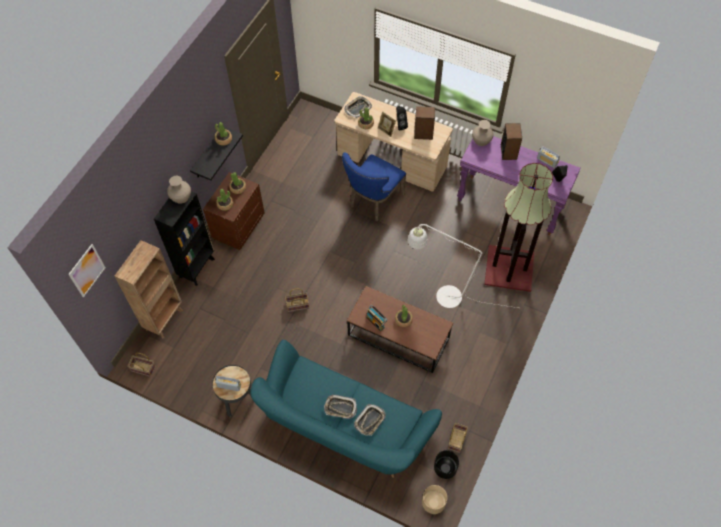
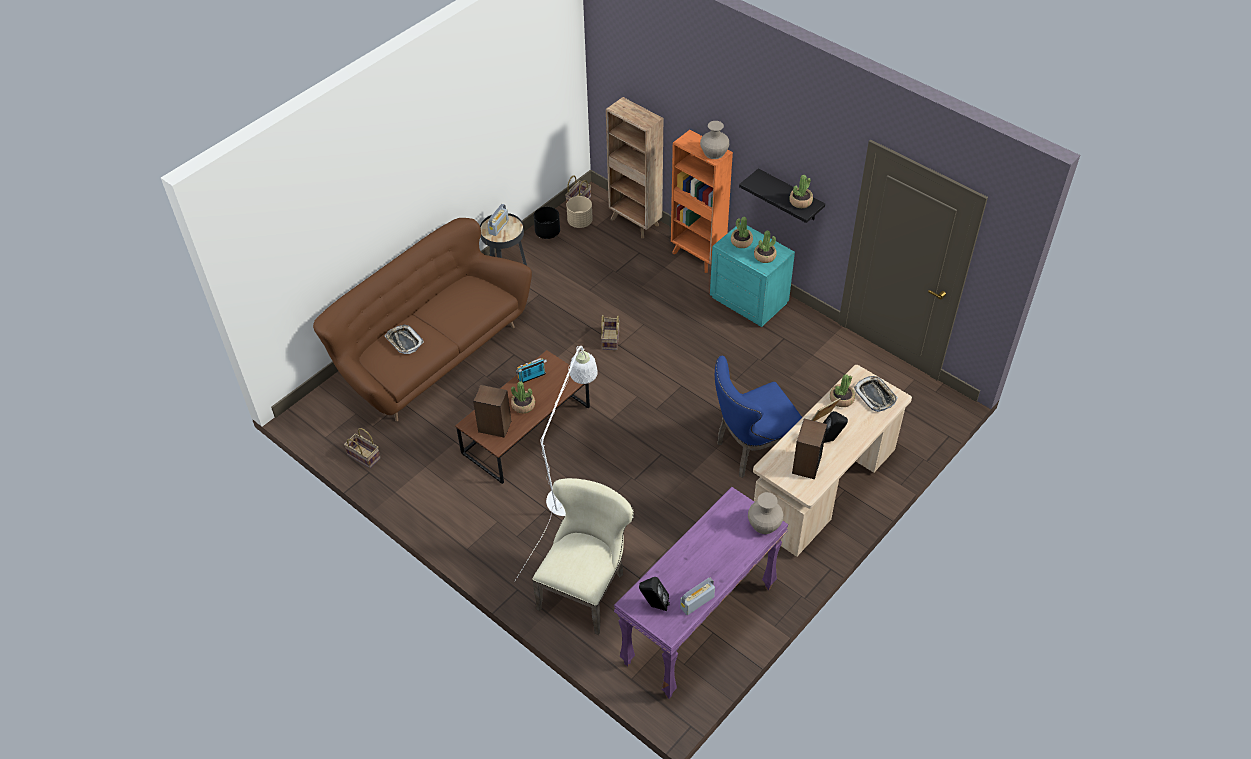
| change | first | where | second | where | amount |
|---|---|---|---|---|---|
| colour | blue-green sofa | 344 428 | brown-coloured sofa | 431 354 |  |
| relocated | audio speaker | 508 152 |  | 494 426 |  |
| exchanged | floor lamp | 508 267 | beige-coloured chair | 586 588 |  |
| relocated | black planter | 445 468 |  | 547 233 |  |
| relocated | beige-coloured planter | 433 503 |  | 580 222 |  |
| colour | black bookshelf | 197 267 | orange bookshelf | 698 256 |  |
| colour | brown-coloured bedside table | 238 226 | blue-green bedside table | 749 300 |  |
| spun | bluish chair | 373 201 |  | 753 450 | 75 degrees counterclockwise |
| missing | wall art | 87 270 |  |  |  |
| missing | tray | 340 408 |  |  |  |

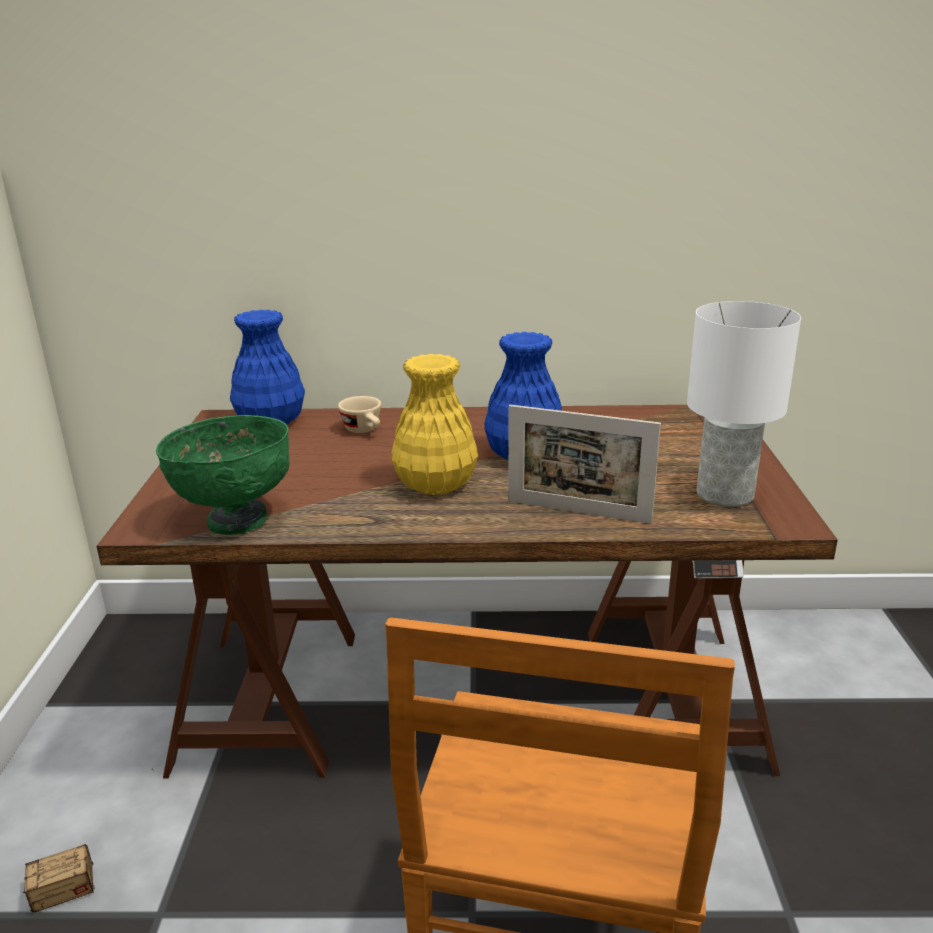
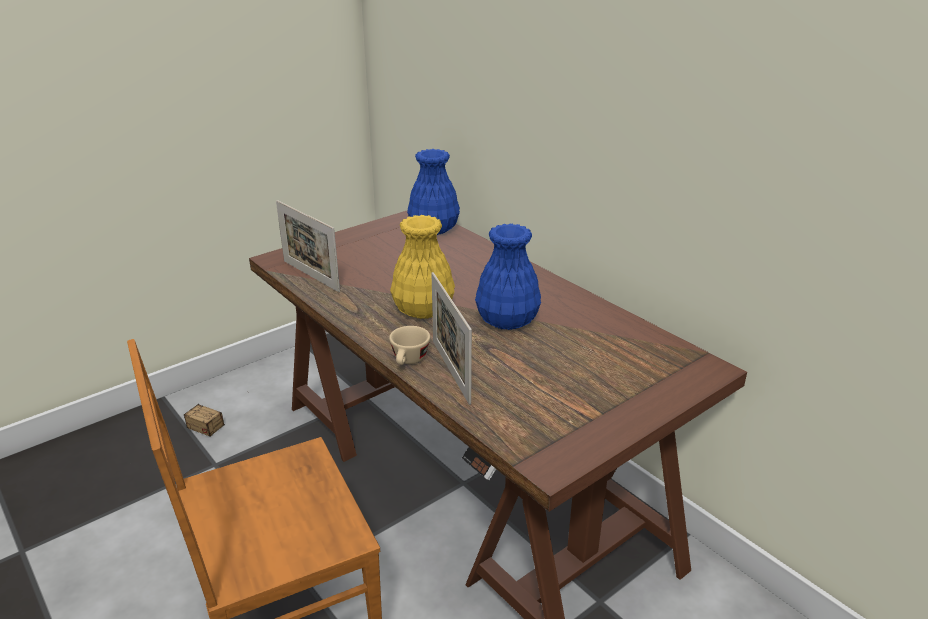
| change | first | where | second | where | amount |
|---|---|---|---|---|---|
| exchanged | green serving bowl | 236 519 | picture frame | 311 276 |  |
| relocated | beige-coloured small cup | 365 430 |  | 409 361 |  |
| missing | white tabletop lamp | 724 495 |  |  |  |

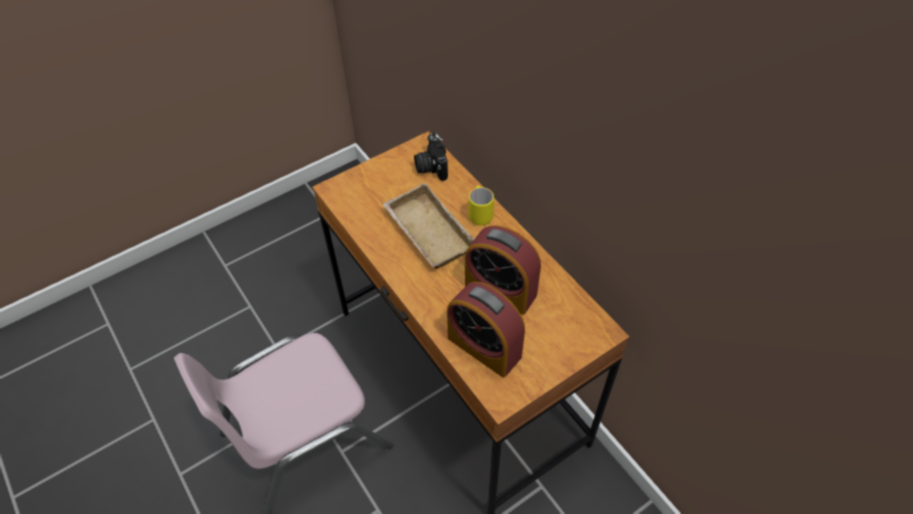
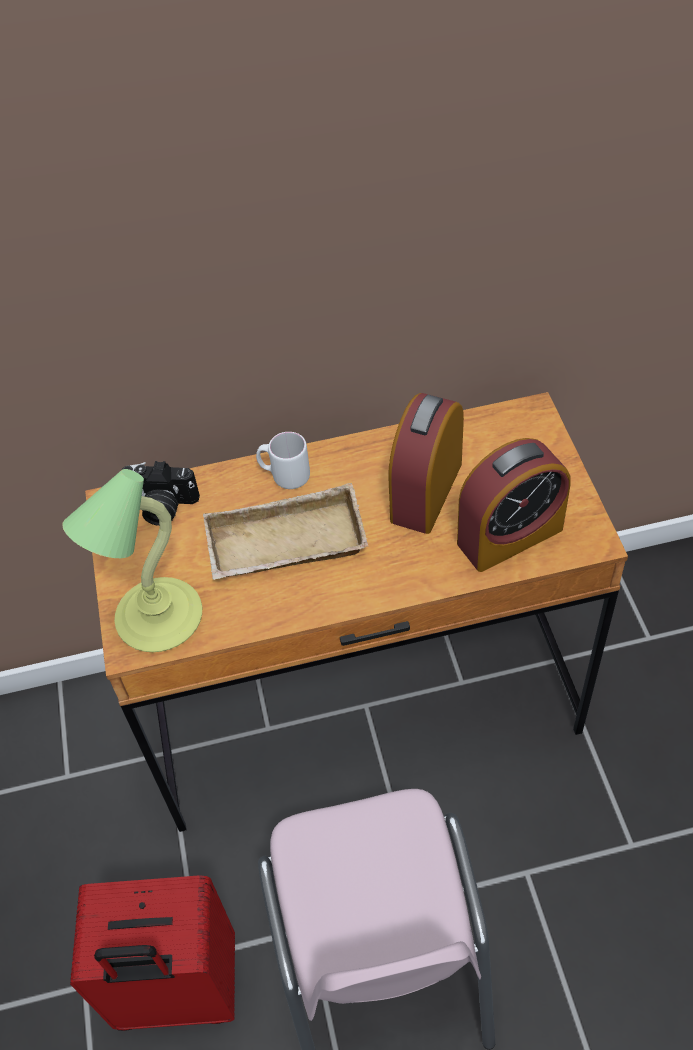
| change | first | where | second | where | amount |
|---|---|---|---|---|---|
| appeared |  |  | tabletop lamp | 155 618 |  |
| appeared |  |  | red-coloured suitcase | 177 991 |  |
| colour | yellow-coloured mug | 479 213 | white mug | 284 476 |  |
| spun | alarm clock | 500 290 |  | 426 492 | 150 degrees clockwise |

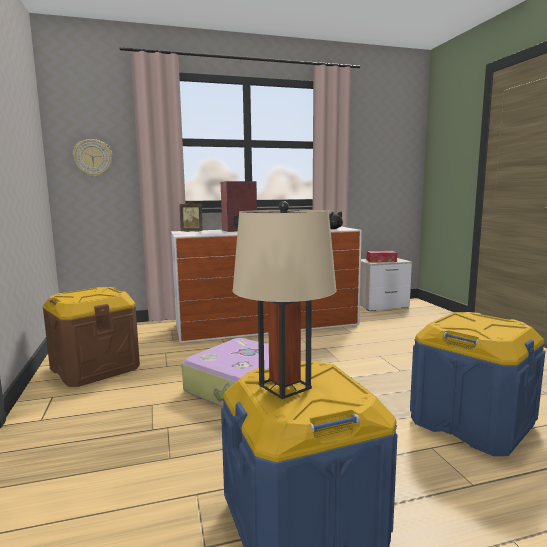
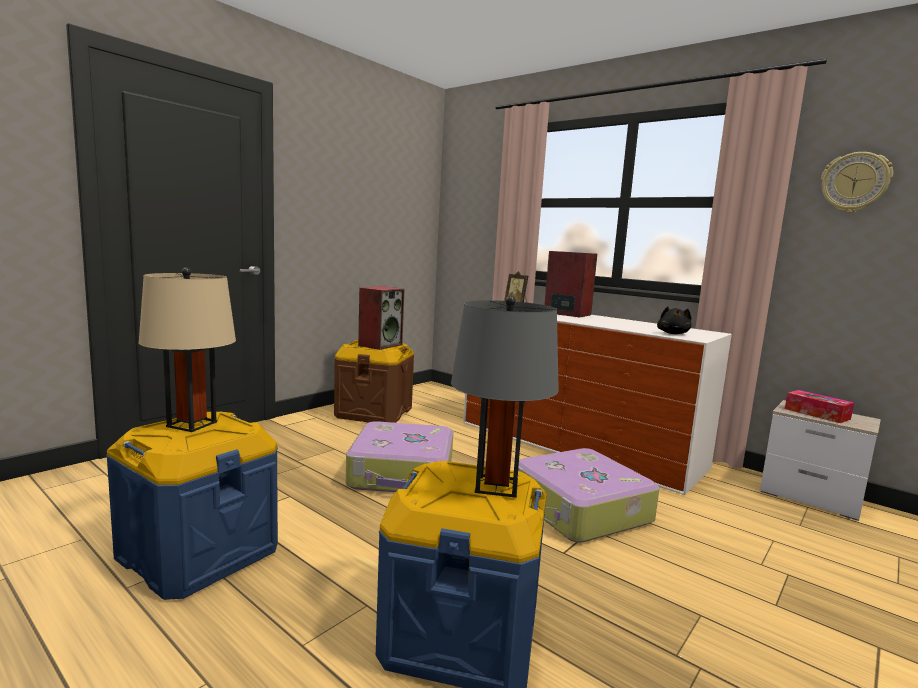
| change | first | where | second | where | amount |
|---|---|---|---|---|---|
| appeared |  |  | audio speaker | 380 345 |  |
| appeared |  |  | greyish tabletop lamp | 496 486 |  |
| appeared |  |  | suitcase | 579 510 |  |
| relocated | clock on the wall | 93 158 |  | 854 182 |  |

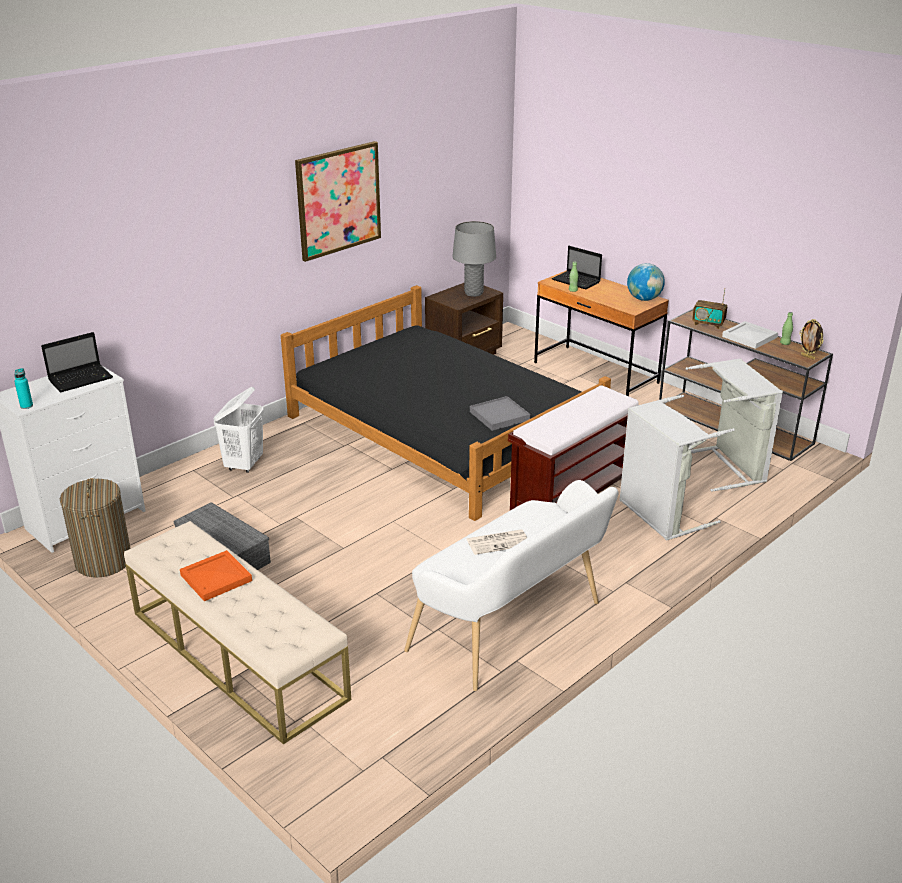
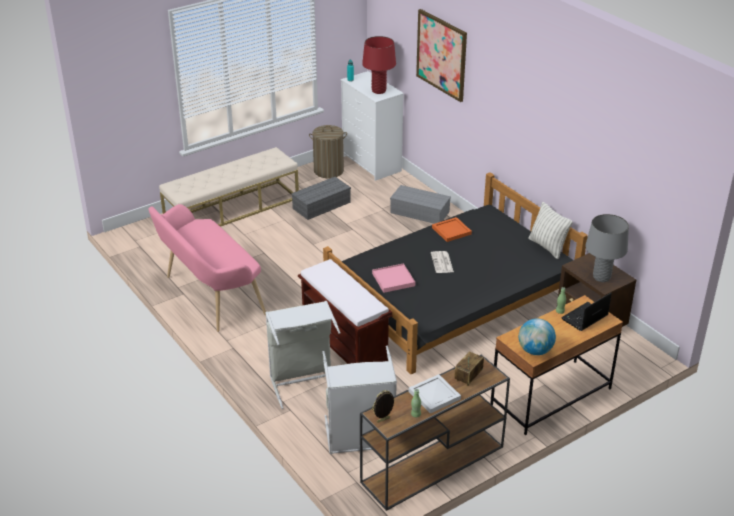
| change | first | where | second | where | amount |
|---|---|---|---|---|---|
| colour | white long seat | 513 629 | pink-coloured long seat | 209 296 |  |
| exchanged | notebook computer | 82 379 | red-coloured tabletop lamp | 378 91 |  |
| colour | greyish tray | 499 416 | pink-coloured tray | 393 280 |  |
| exchanged | white washing basket | 244 464 | greyish storage box | 421 212 |  |
| relocated | wall art | 338 200 |  | 441 54 |  |
| relocated | printed paper | 498 542 |  | 442 263 |  |
| relocated | orange tray | 216 577 |  | 452 231 |  |
| appeared |  |  | pillow | 547 247 |  |

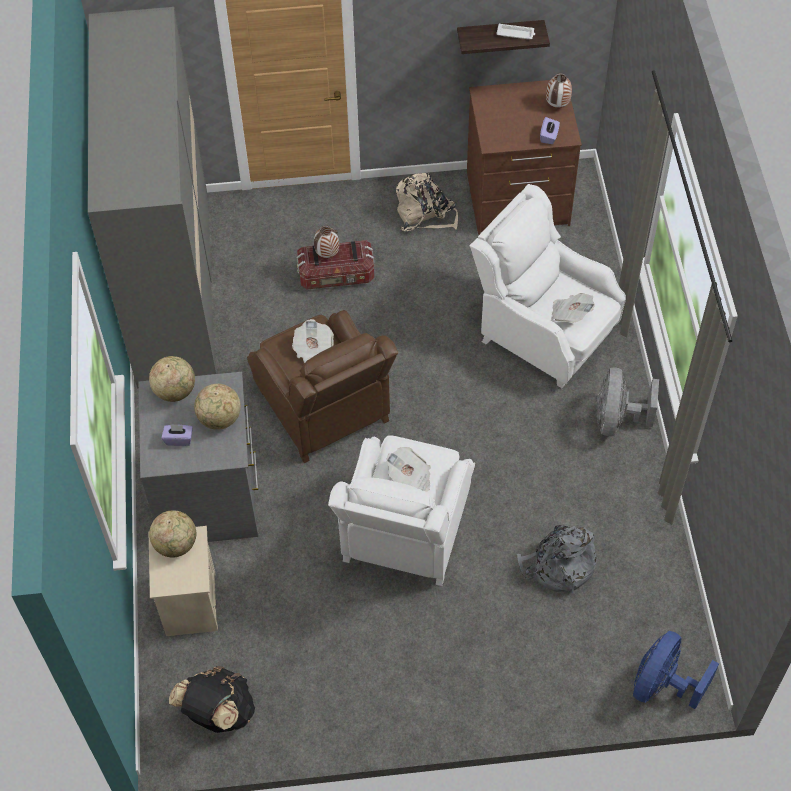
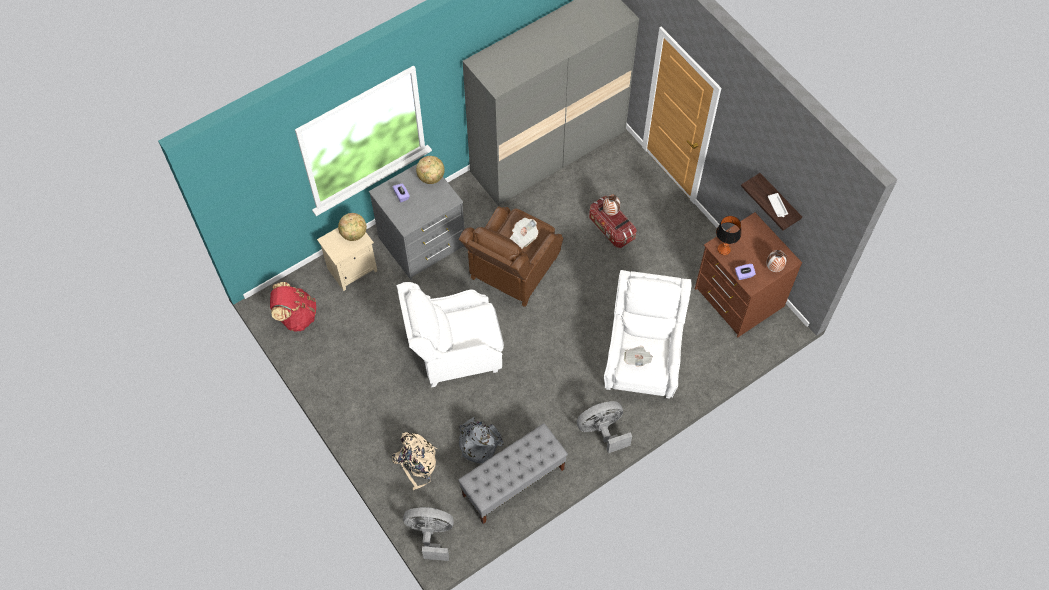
| change | first | where | second | where | amount |
|---|---|---|---|---|---|
| colour | black knapsack | 218 713 | red-coloured knapsack | 296 316 |  |
| relocated | beige-coloured knapsack | 425 214 |  | 416 463 |  |
| colour | bluish electric fan | 662 684 | greyish electric fan | 431 534 |  |
| appeared |  |  | greyish long seat | 513 482 |  |
| appeared |  |  | tabletop lamp | 723 249 |  |
| missing | globe | 220 419 |  |  |  |
| missing | printed paper | 410 477 |  |  |  |

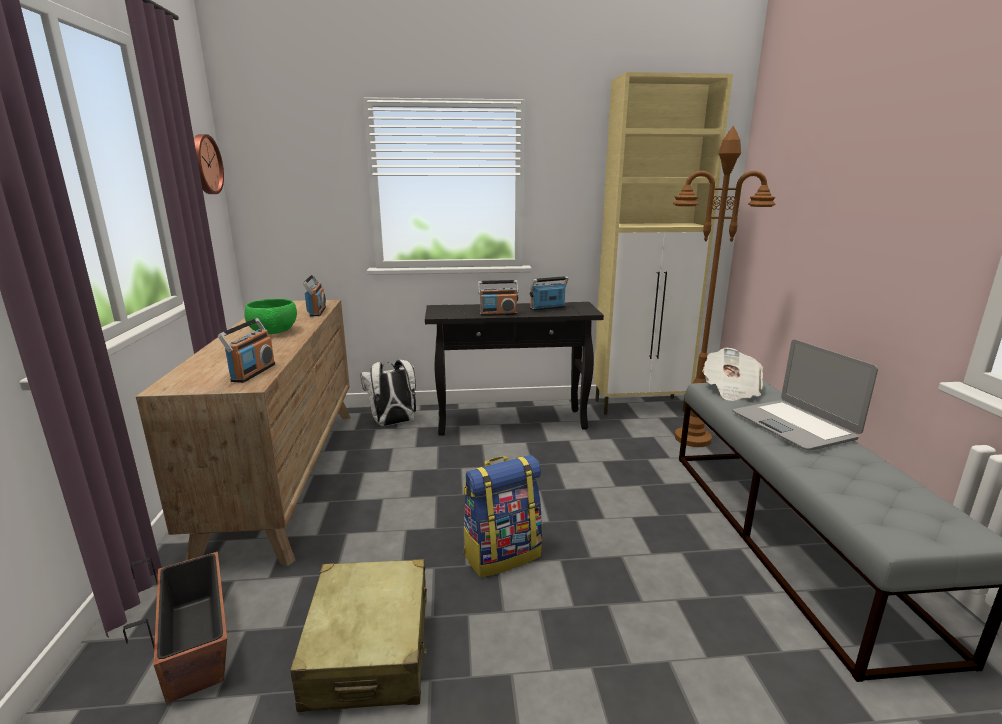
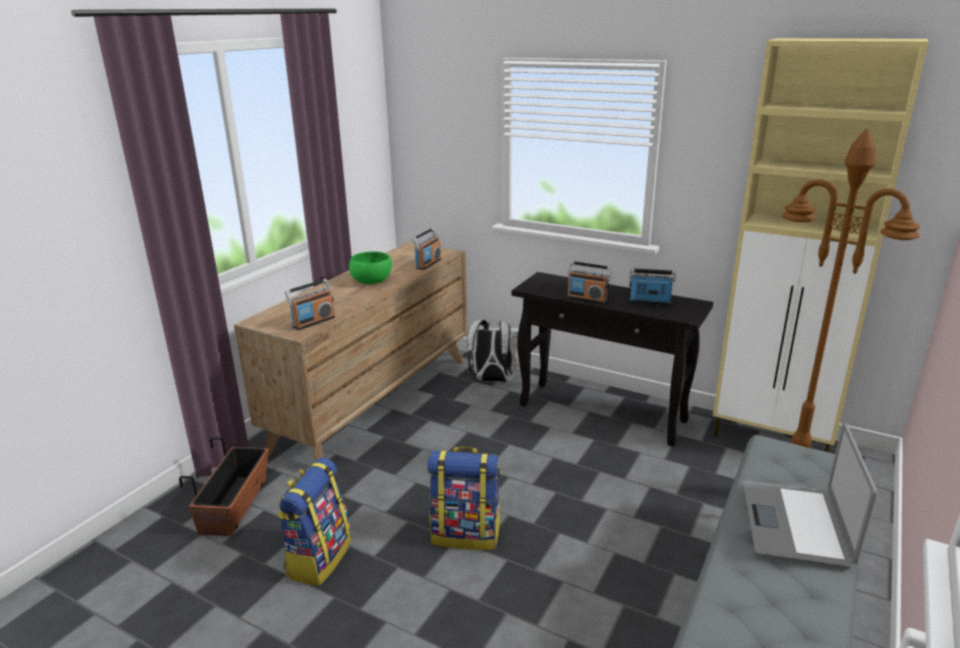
| change | first | where | second | where | amount |
|---|---|---|---|---|---|
| exchanged | beige-coloured suitcase | 369 649 | knapsack | 318 558 |  |
| missing | clock on the wall | 204 164 |  |  |  |
| missing | printed paper | 730 389 |  |  |  |

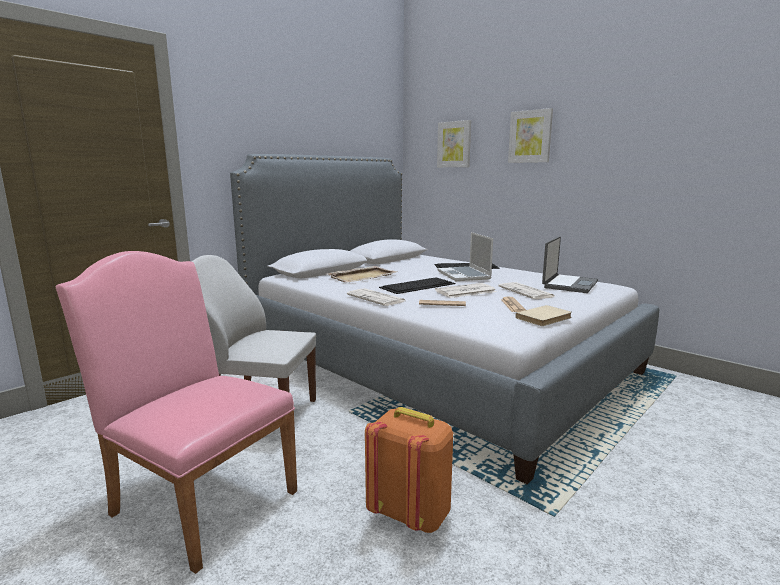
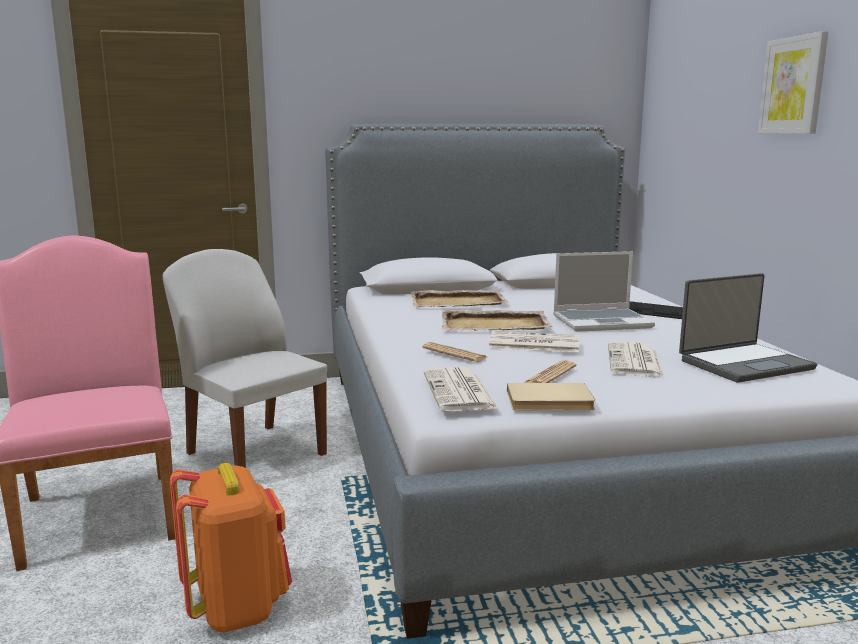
| change | first | where | second | where | amount |
|---|---|---|---|---|---|
| relocated | printed paper | 377 298 |  | 460 391 |  |
| exchanged | keyboard | 418 285 | beige-coloured tray | 495 325 |  |
| spun | notebook computer | 464 275 |  | 602 322 | 120 degrees counterclockwise |
| missing | wall art | 454 144 |  |  |  |

